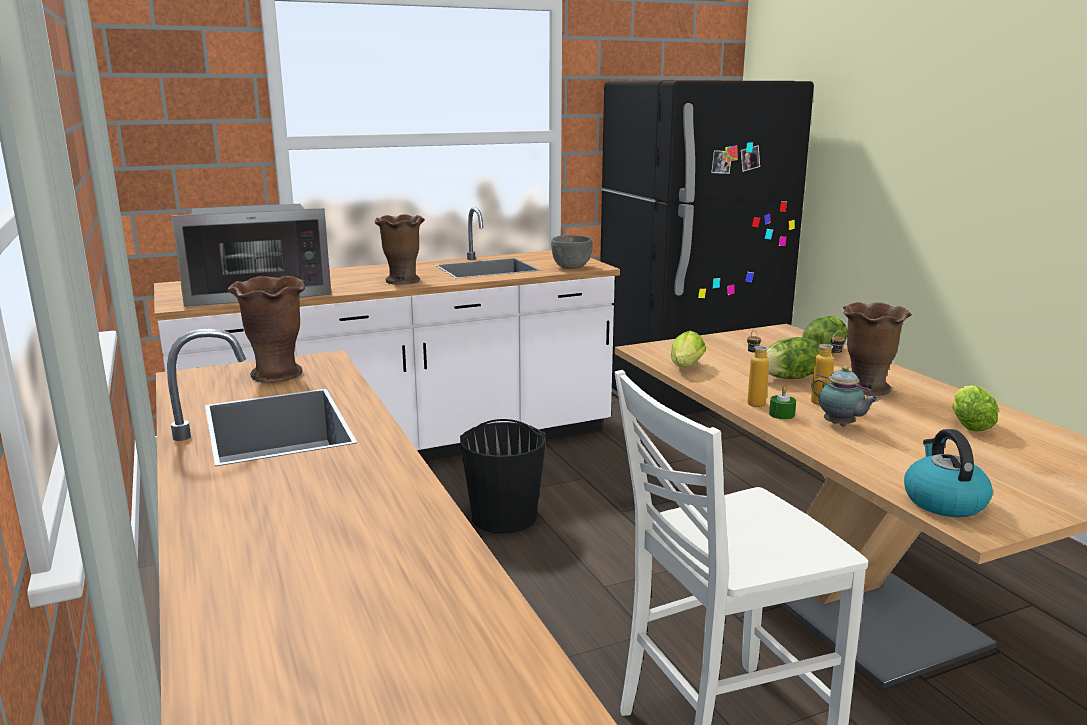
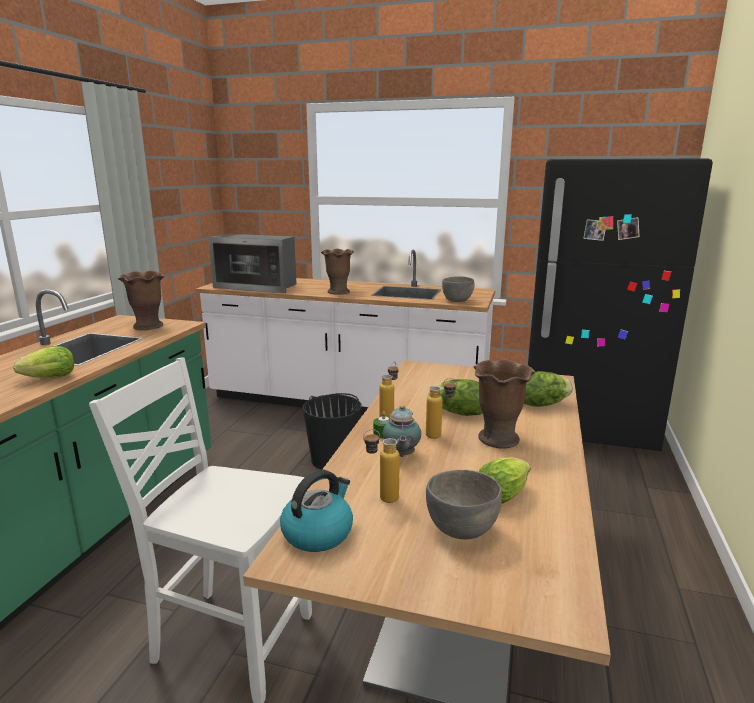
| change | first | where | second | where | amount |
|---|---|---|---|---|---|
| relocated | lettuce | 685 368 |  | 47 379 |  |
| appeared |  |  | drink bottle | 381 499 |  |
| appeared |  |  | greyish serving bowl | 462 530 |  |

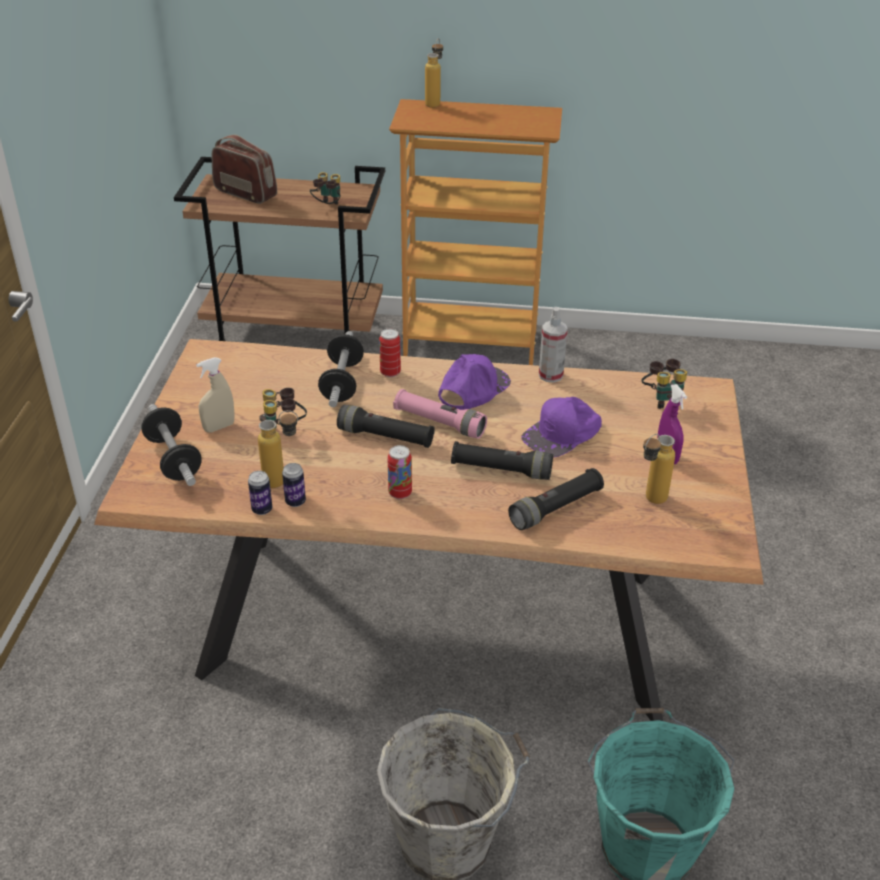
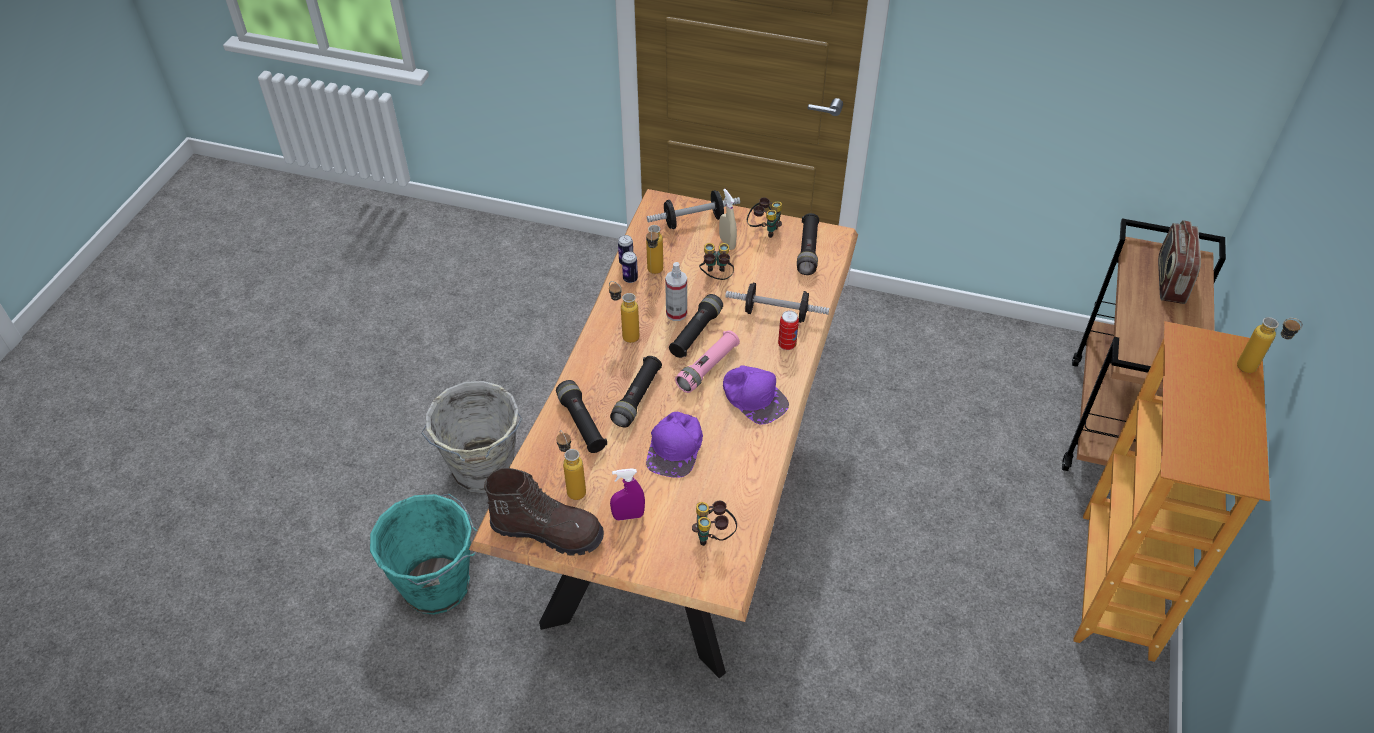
| change | first | where | second | where | amount |
|---|---|---|---|---|---|
| appeared |  |  | brown-coloured tall boot | 548 531 |  |
| exchanged | sealed can | 400 493 | drink bottle | 625 334 |  |
| spun | purple-coloured cap | 563 434 |  | 676 447 | 135 degrees counterclockwise |
| relocated | spray bottle | 550 375 |  | 676 313 |  |
| relocated | binoculars | 327 207 |  | 764 230 |  |
| appeared |  |  | black flashlight | 808 251 |  |
| spun | radio receiver | 246 193 |  | 1169 280 | 150 degrees clockwise |

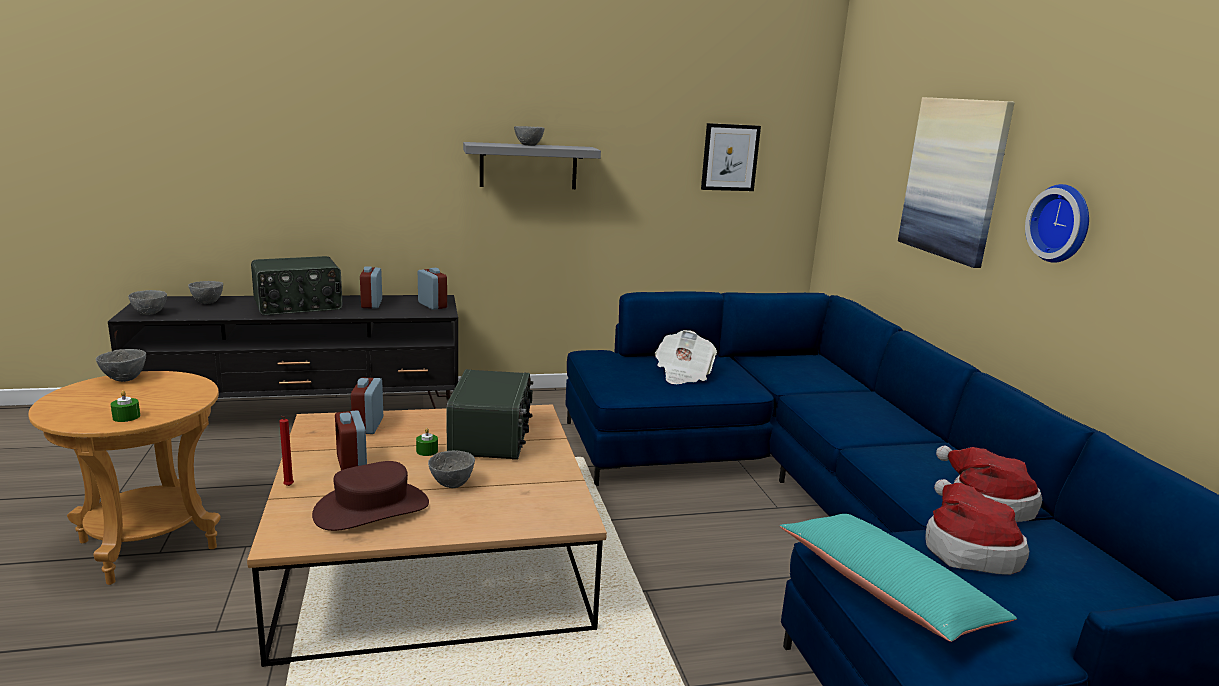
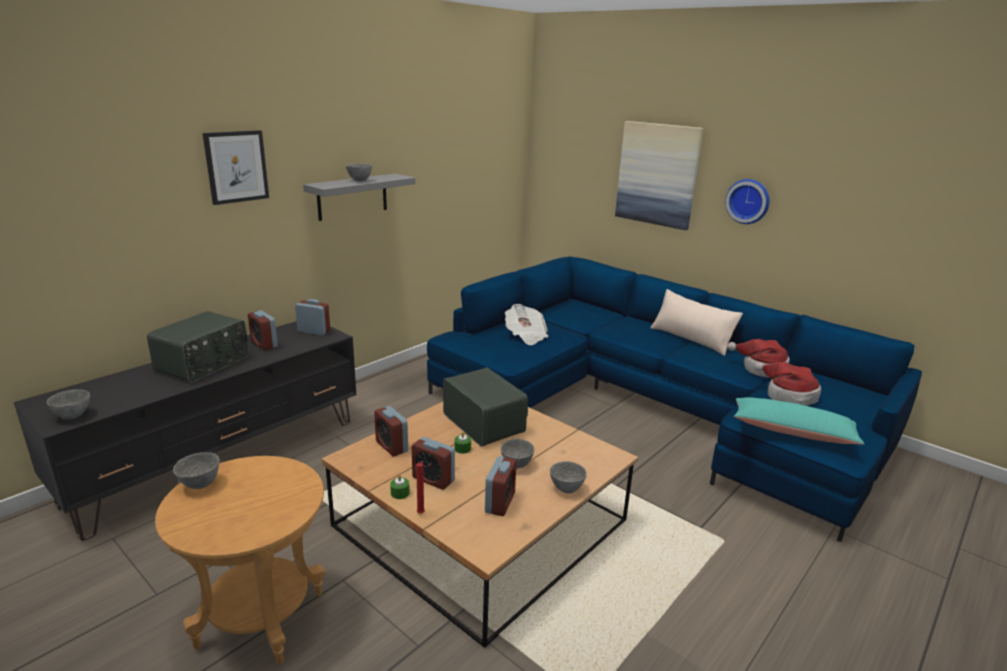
| change | first | where | second | where | amount |
|---|---|---|---|---|---|
| relocated | wall art | 730 157 |  | 236 167 |  |
| relocated | green wax candle | 126 417 |  | 400 493 |  |
| exchanged | brown-coloured wearable hat | 372 508 | alarm clock | 500 503 |  |
| relocated | greyish serving bowl | 207 302 |  | 566 489 |  |
| appeared |  |  | beige-coloured pillow | 691 339 |  |

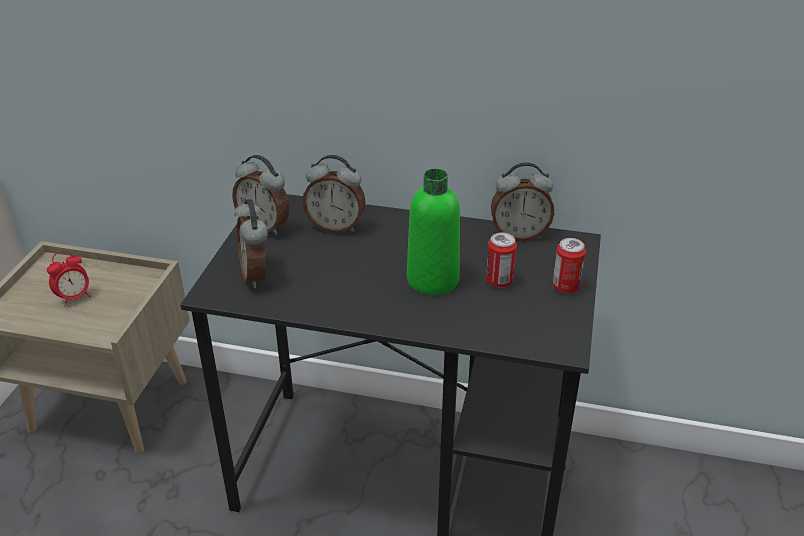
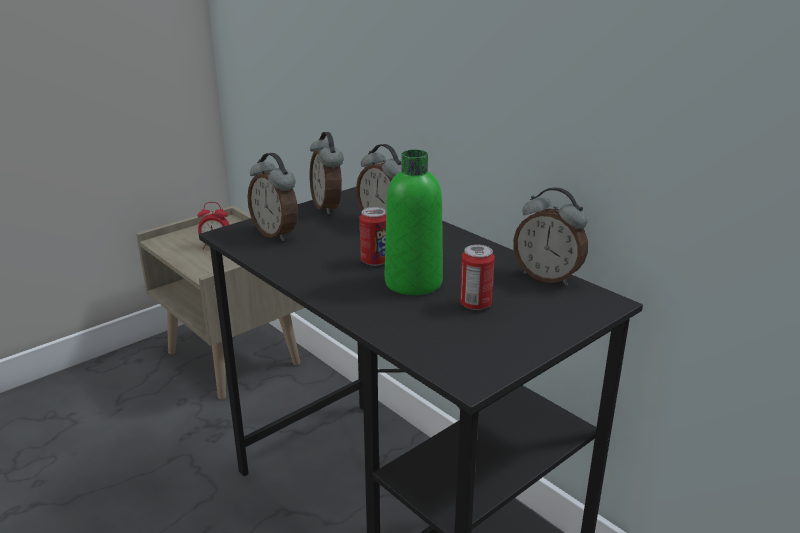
| change | first | where | second | where | amount |
|---|---|---|---|---|---|
| spun | alarm clock | 256 275 |  | 276 233 | 60 degrees counterclockwise |
| relocated | sealed can | 565 287 |  | 375 261 |  |

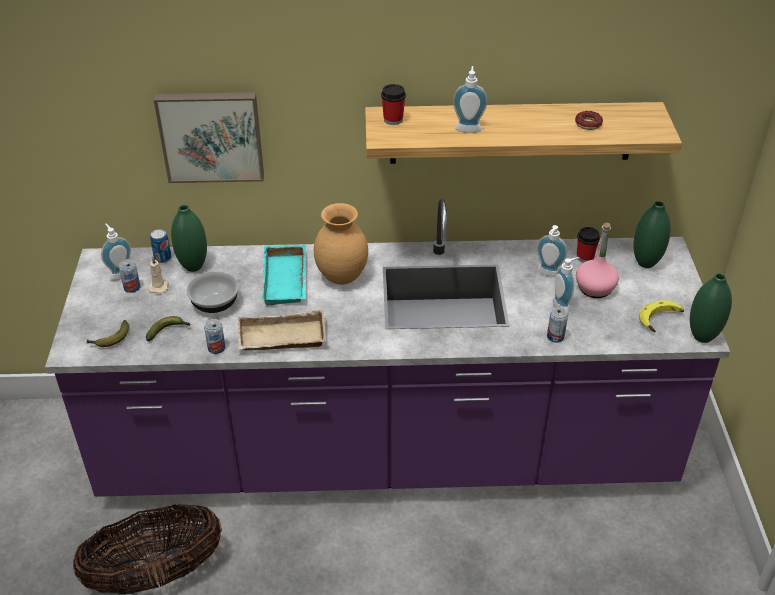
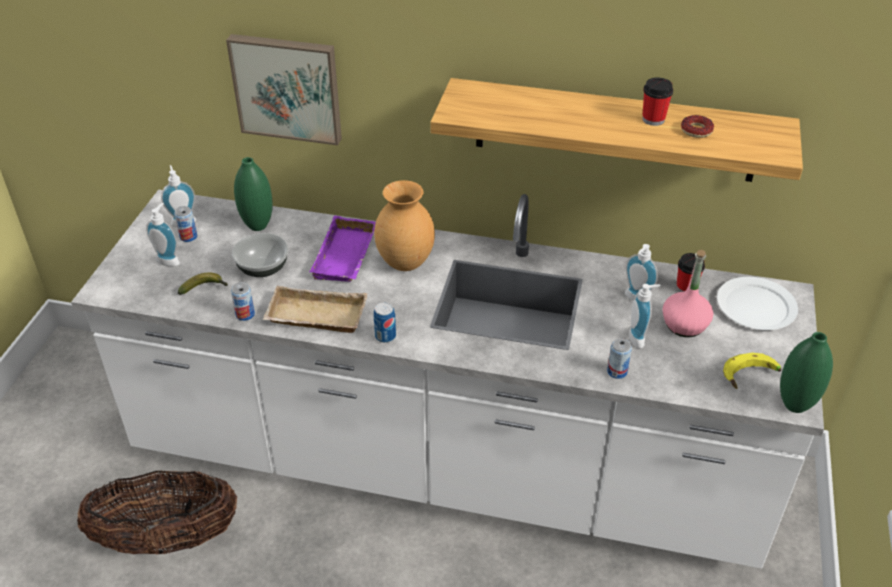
| change | first | where | second | where | amount |
|---|---|---|---|---|---|
| colour | purple-coloured kitchen counter | 387 451 | white kitchen counter | 446 463 |  |
| relocated | liquid soap bottle | 468 127 |  | 169 259 |  |
| colour | blue-green tray | 287 280 | purple-coloured tray | 347 256 |  |
| relocated | sealed can | 163 258 |  | 385 336 |  |
| relocated | small cup | 393 120 |  | 653 119 |  |
| exchanged | green flower vase | 645 263 | white plate | 756 307 |  |
| missing | whole banana | 110 339 |  |  |  |
| missing | beige-coloured wax candle | 159 286 |  |  |  |

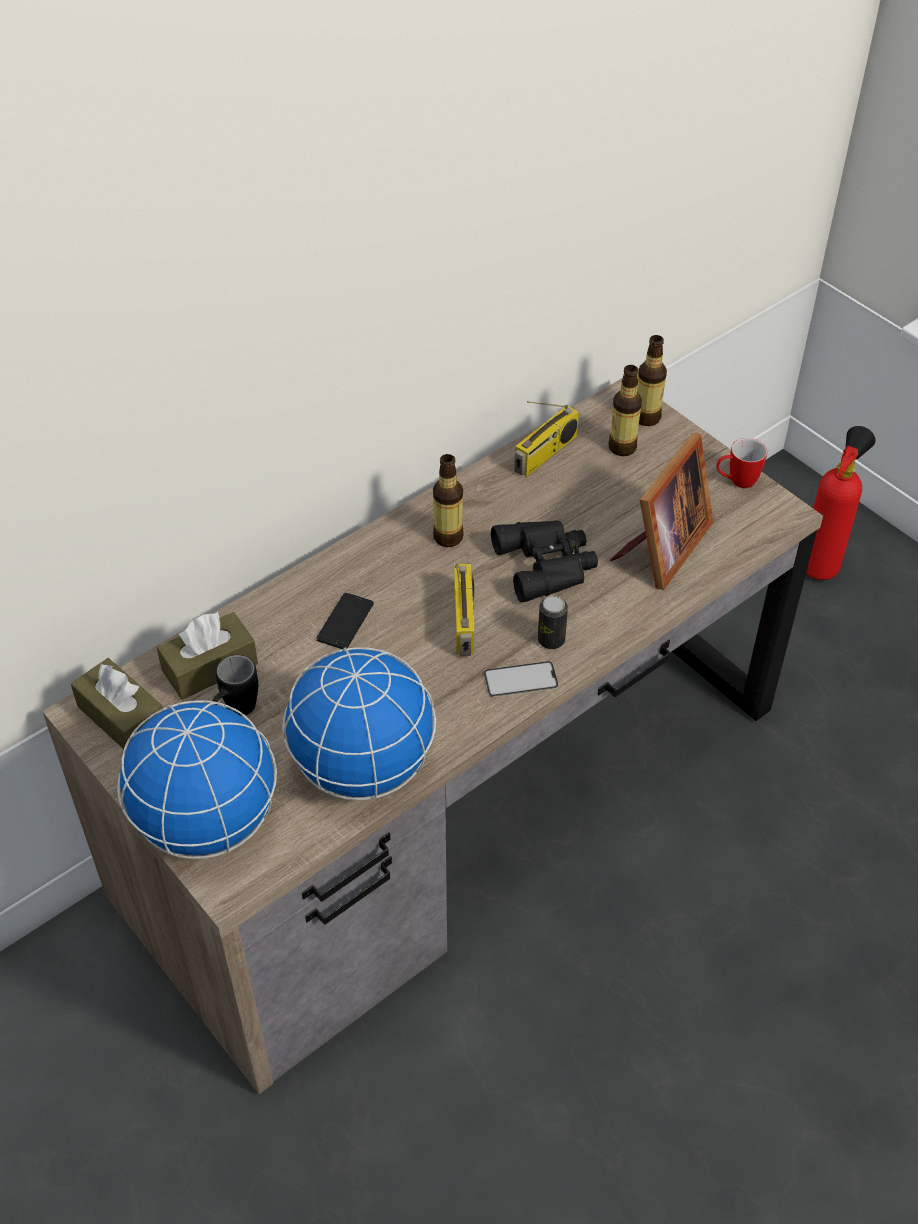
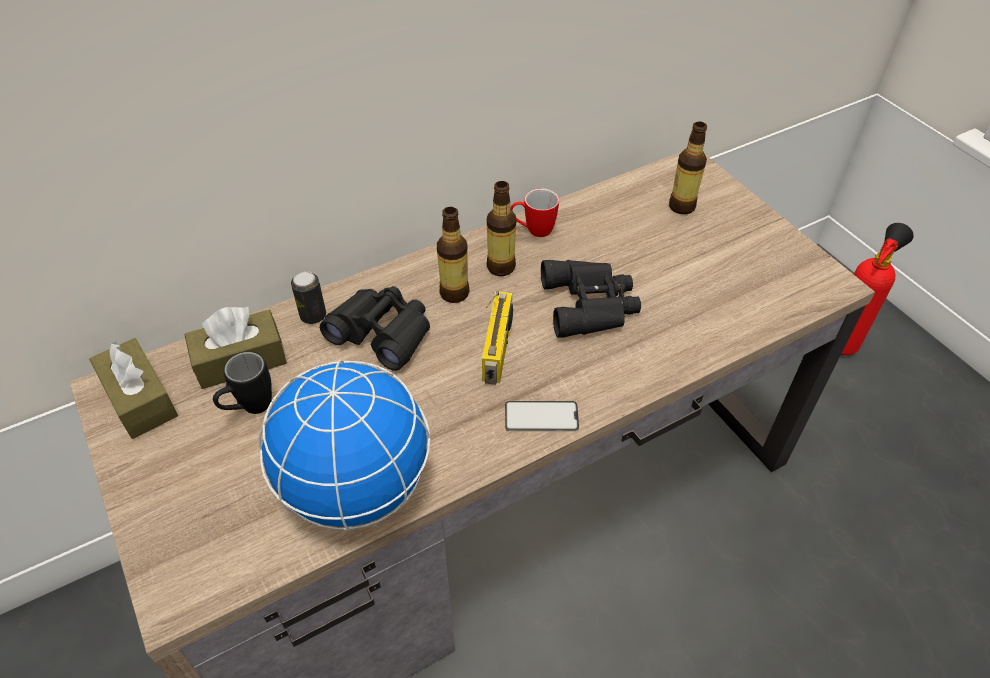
| change | first | where | second | where | amount |
|---|---|---|---|---|---|
| relocated | sealed can | 551 640 |  | 313 315 |  |
| exchanged | handset | 345 621 | black binoculars | 382 334 |  |
| relocated | drink bottle | 646 417 |  | 454 293 |  |
| relocated | mug | 736 482 |  | 533 230 |  |
| missing | globe | 207 821 |  |  |  |
| missing | radio receiver | 545 454 |  |  |  |
| missing | picture frame | 661 549 |  |  |  |

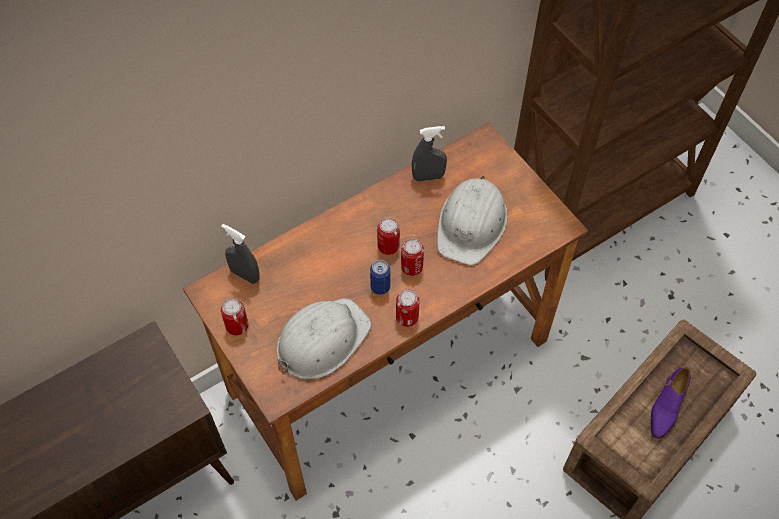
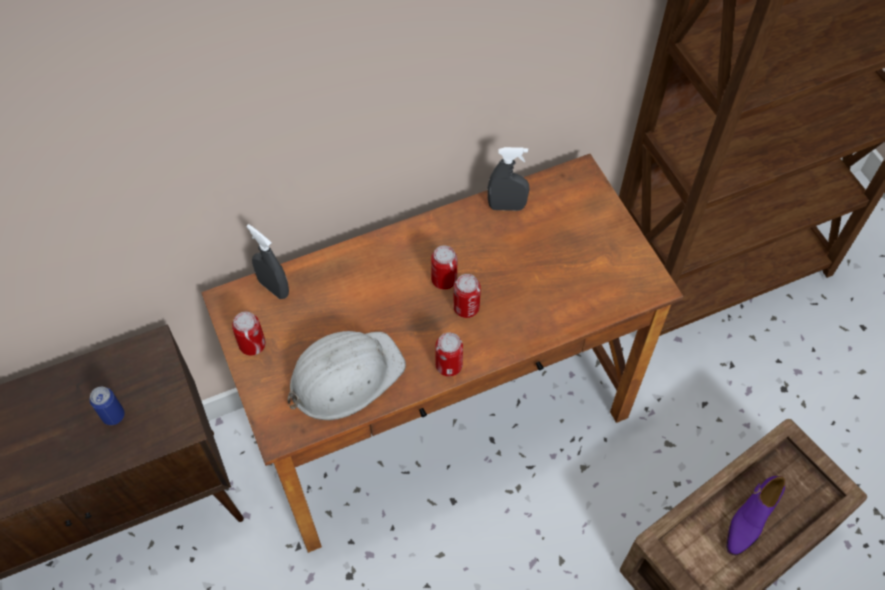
| change | first | where | second | where | amount |
|---|---|---|---|---|---|
| relocated | sealed can | 380 287 |  | 113 415 |  |
| missing | white safety helmet | 472 224 |  |  |  |

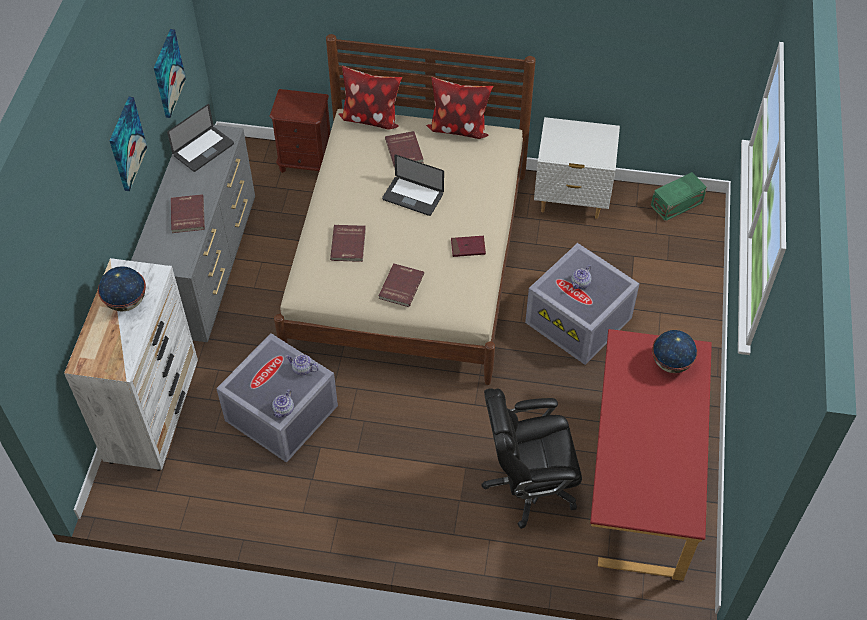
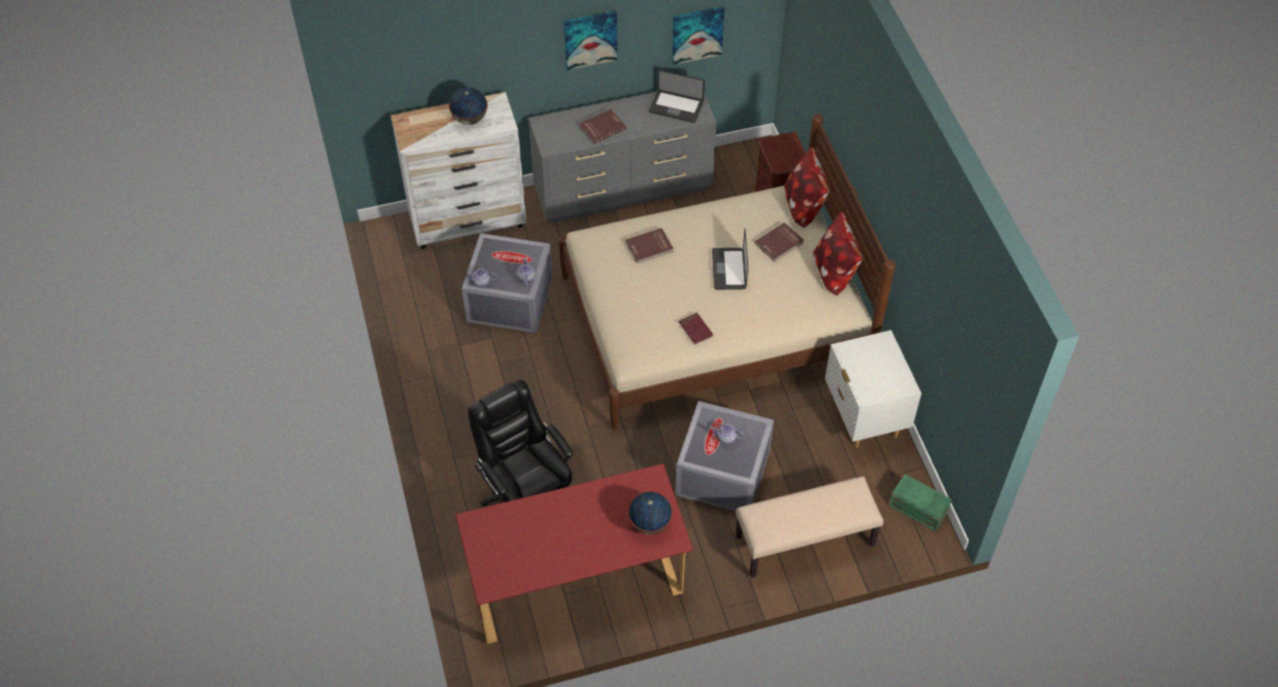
| change | first | where | second | where | amount |
|---|---|---|---|---|---|
| appeared |  |  | beige-coloured long seat | 804 542 |  |
| missing | red-coloured volume | 400 286 |  |  |  |

